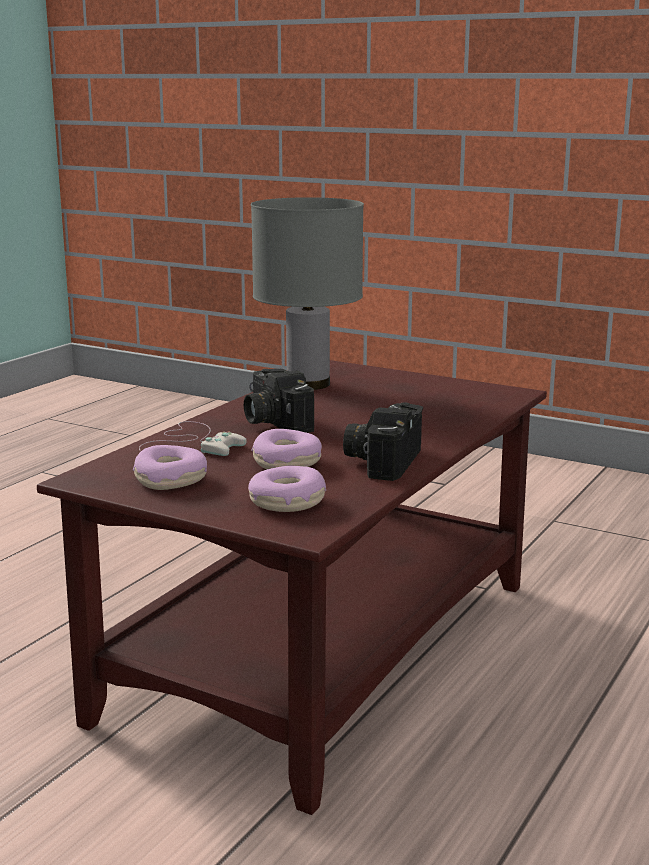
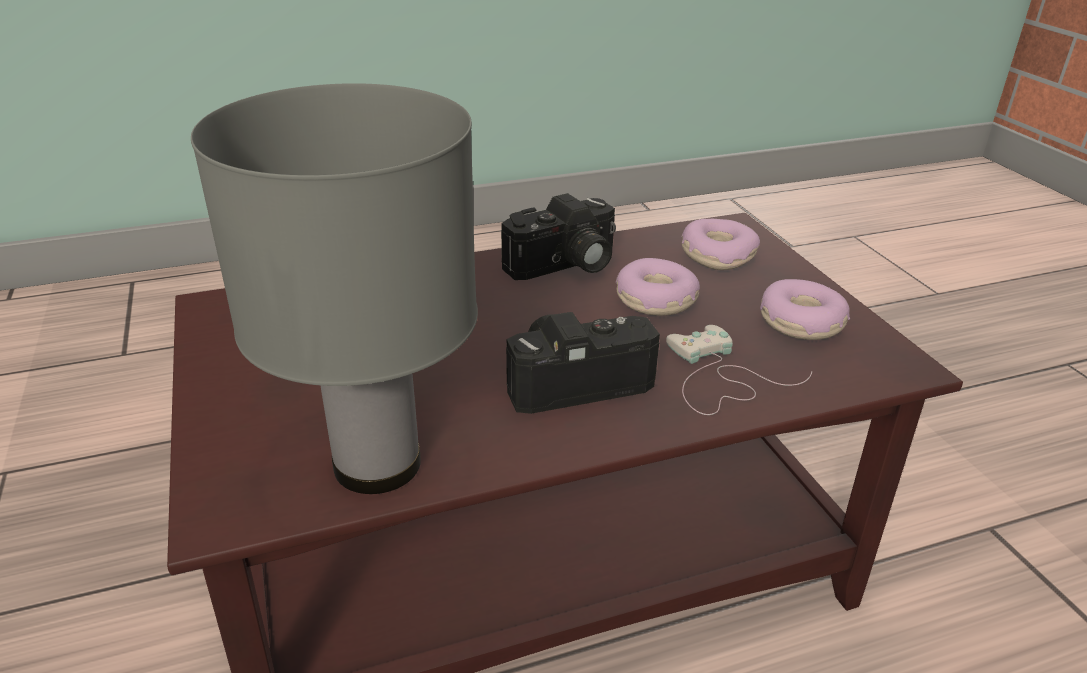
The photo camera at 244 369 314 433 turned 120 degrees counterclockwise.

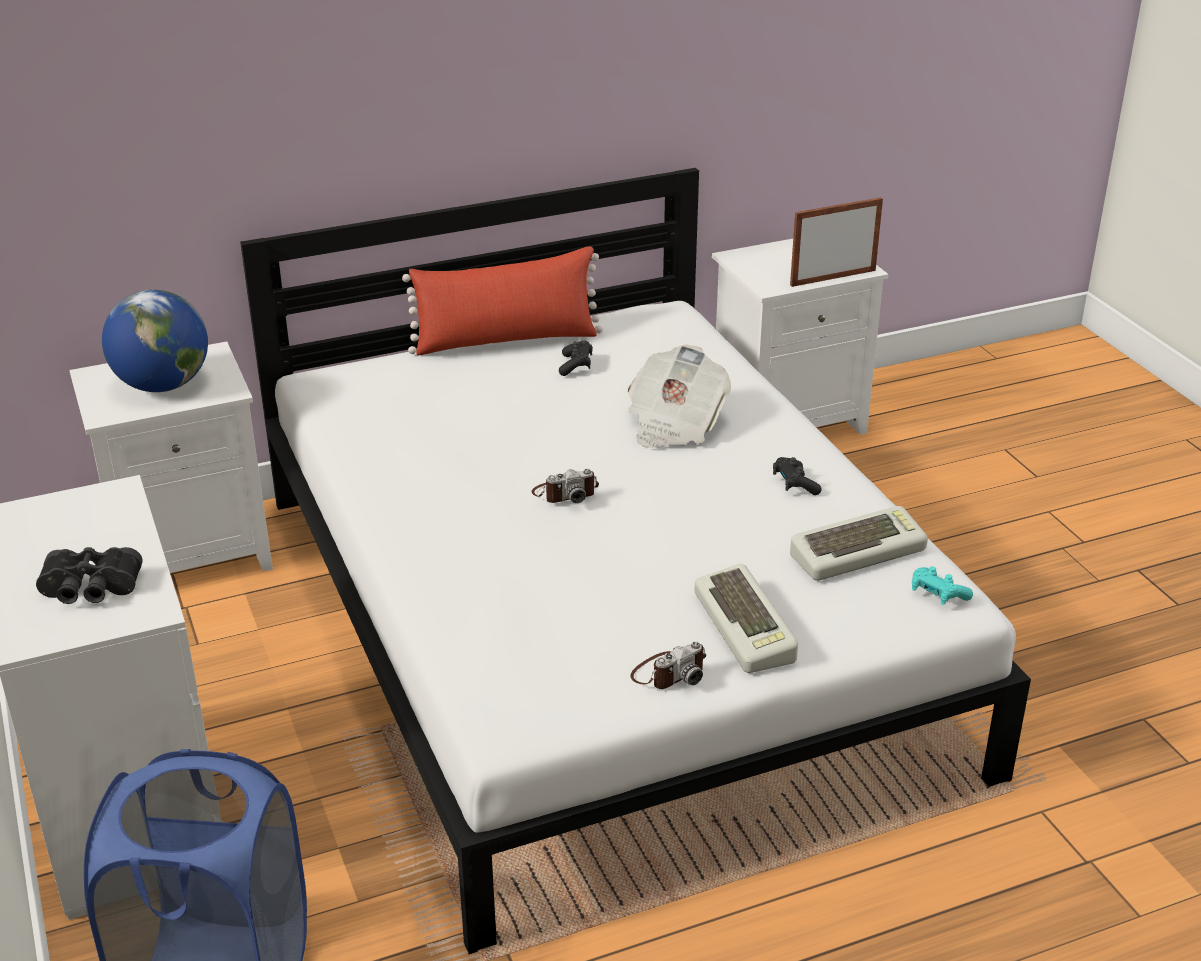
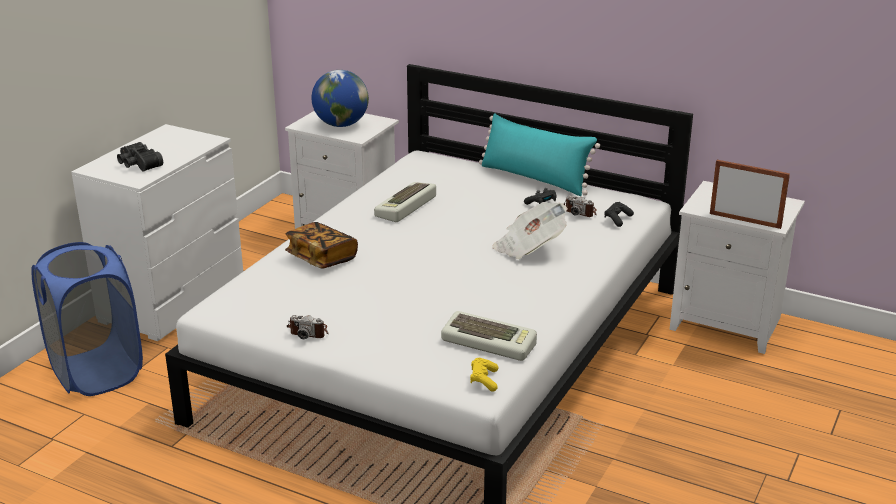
The pillow in red at 402 246 603 355 became the pillow in turquoise at 479 113 600 196. The game controller in black moved from 773 457 821 495 to 604 202 634 227. The photo camera moved from 532 469 599 503 to 564 195 597 217. The keyboard moved from 695 564 798 673 to 374 182 436 222. The game controller in turquoise at 912 566 973 605 became the game controller in yellow at 470 357 498 392. The book at 285 222 358 269 appeared.

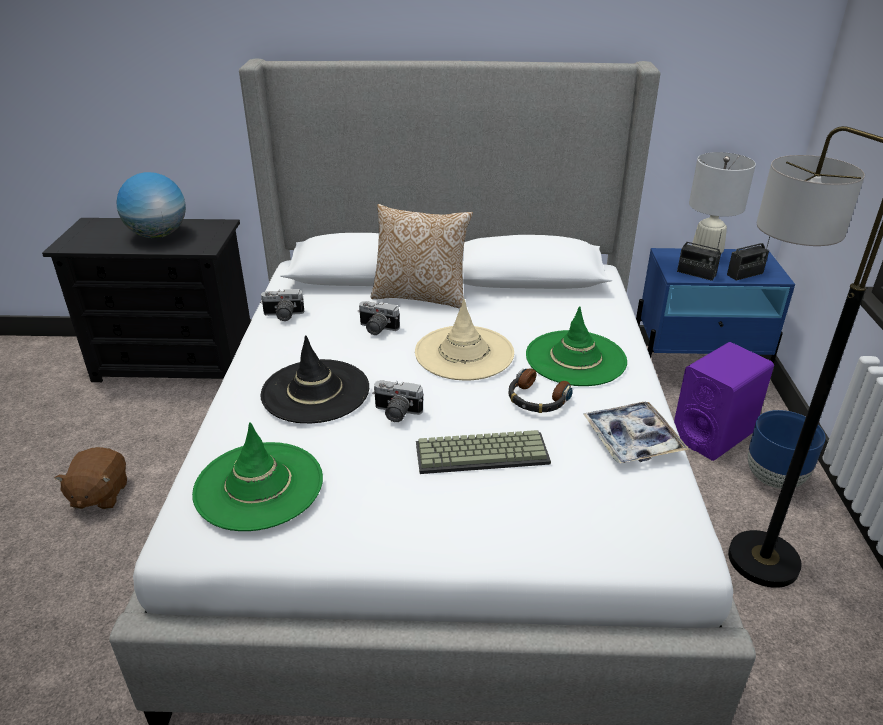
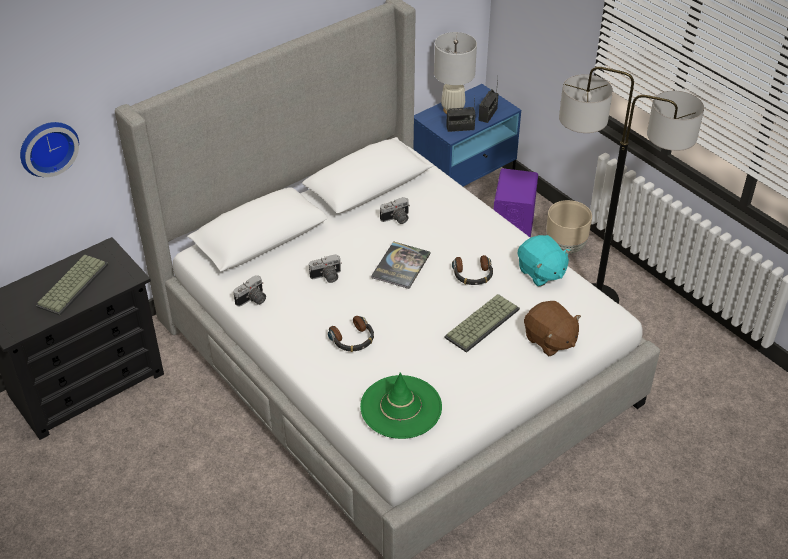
The globe at 117 172 186 238 was replaced by the keyboard at 36 255 109 316. The pillow at 370 204 473 309 disappeared. The hat in beige at 415 299 514 380 was replaced by the book at 371 241 430 289. The hat in green at 526 306 627 386 disappeared. The hat in black at 260 335 369 423 was replaced by the headphones at 328 316 374 352. The photo camera moved from 372 380 424 422 to 380 197 409 224. The tray at 583 401 689 464 was replaced by the plush toy in turquoise at 518 235 571 286. The planter in blue at 748 410 826 489 became the planter in beige at 546 200 592 254. The plush toy in brown moved from 54 447 127 509 to 524 301 581 356. The wall clock at 20 122 79 177 appeared.

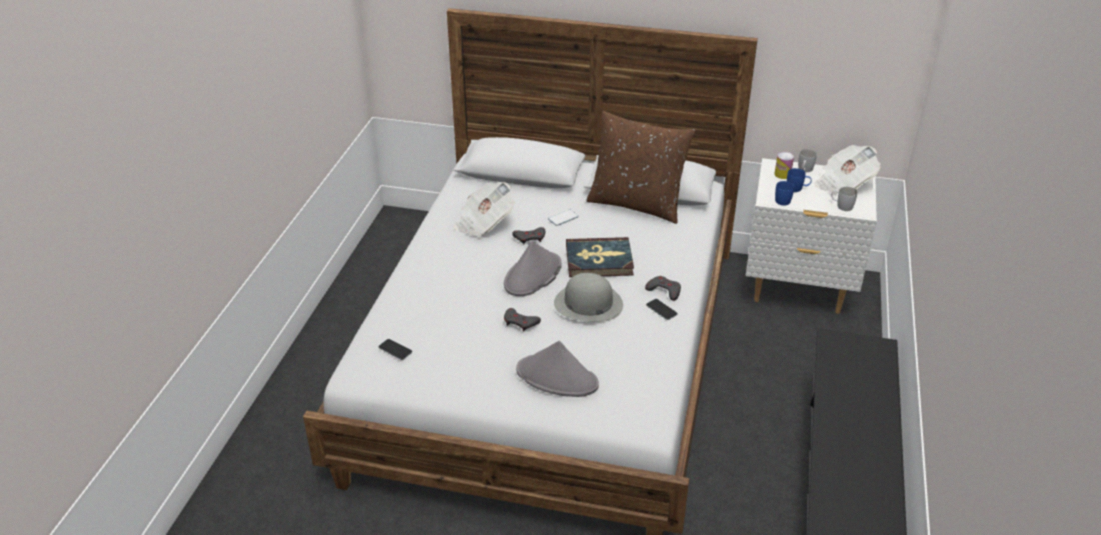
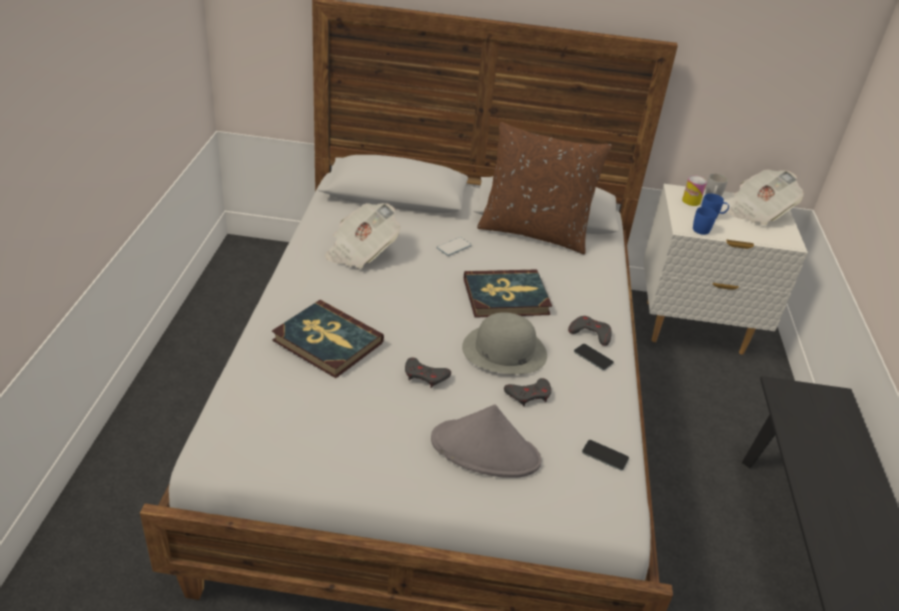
The mug in white at 831 187 858 211 disappeared. The game controller in grey moved from 512 227 545 244 to 504 378 551 406. The hat in grey at 504 241 562 296 disappeared. The phone moved from 379 339 412 360 to 582 440 629 470. The book at 272 300 384 378 appeared.

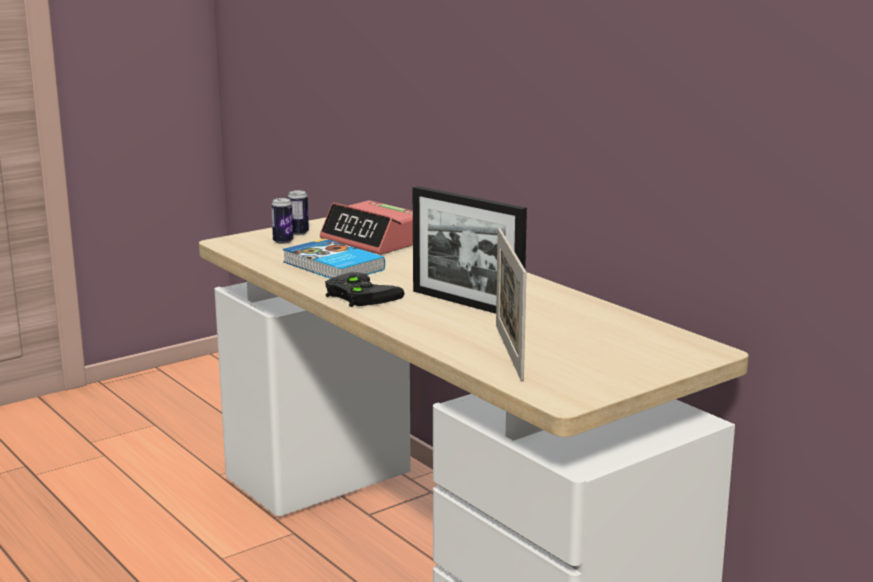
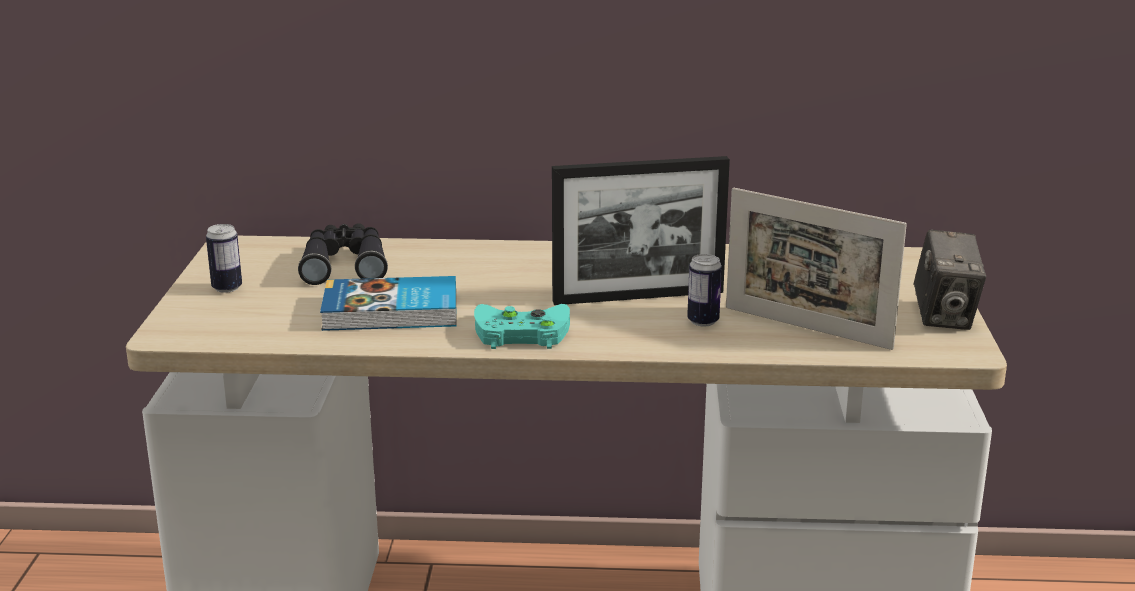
The can moved from 271 198 293 244 to 687 254 722 326. The alarm clock at 320 200 413 255 was replaced by the binoculars in black at 298 223 388 285. The game controller in black at 325 272 405 307 became the game controller in turquoise at 474 304 570 349. The photo camera at 914 230 986 330 appeared.

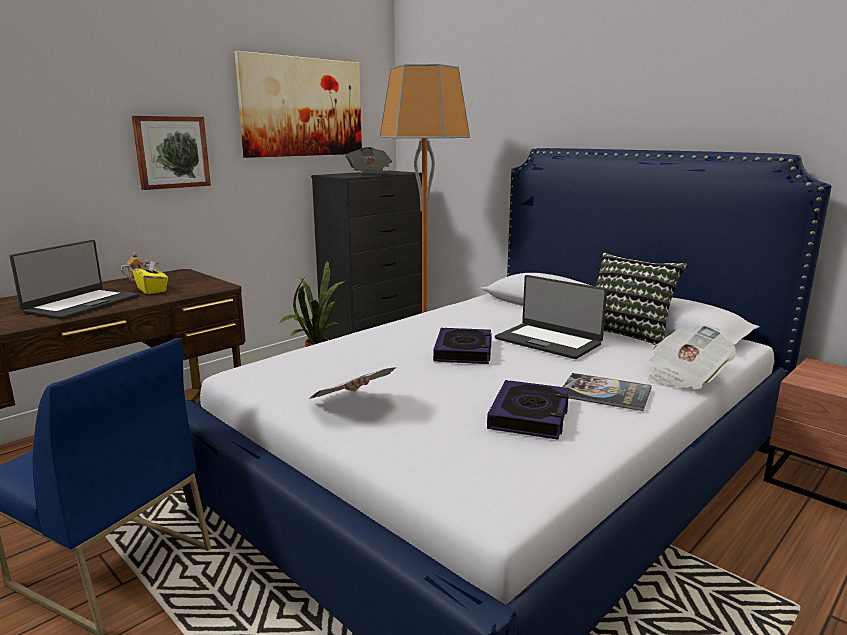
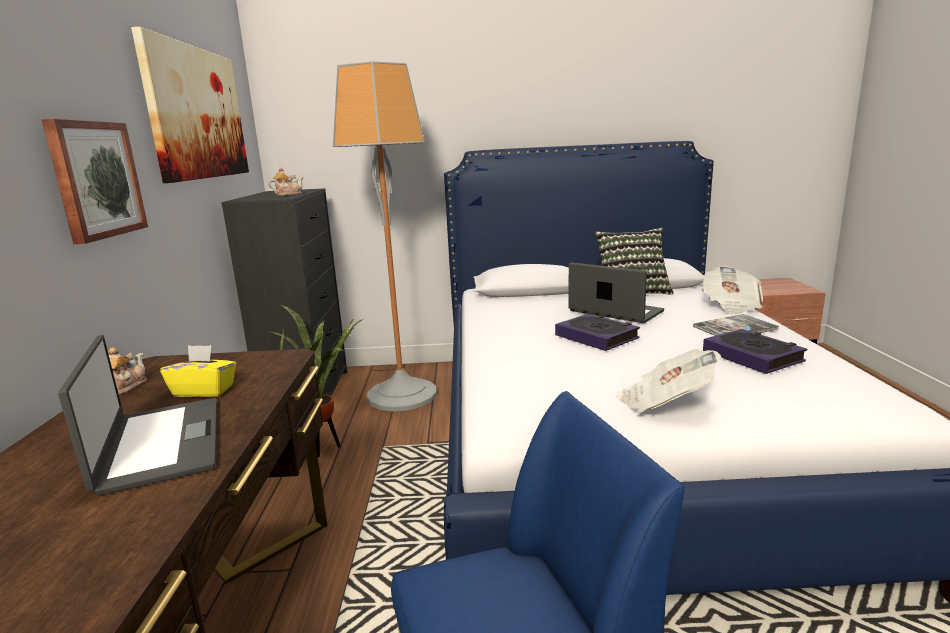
The newspaper at 345 147 392 173 was replaced by the teapot at 268 167 303 196. The laptop at 495 275 607 359 turned 135 degrees counterclockwise.

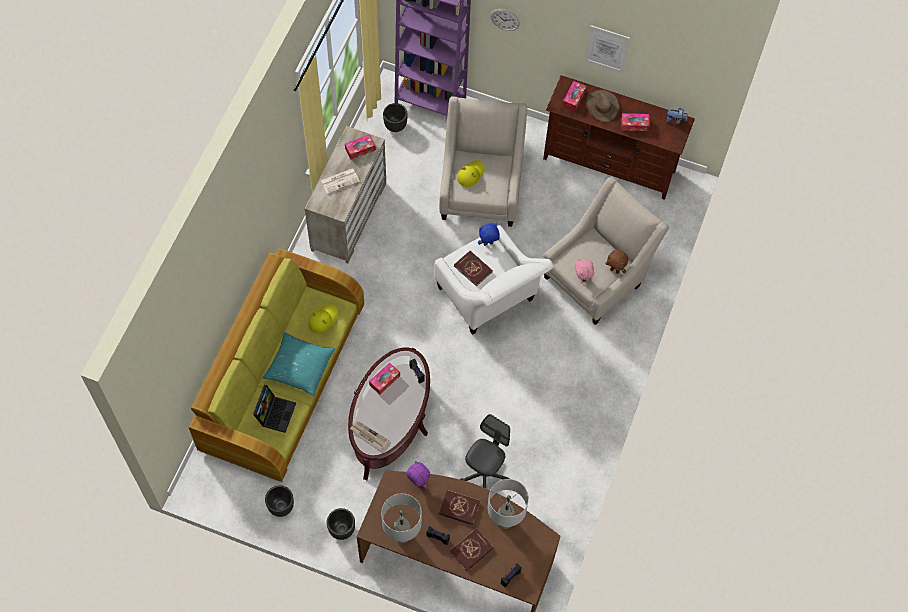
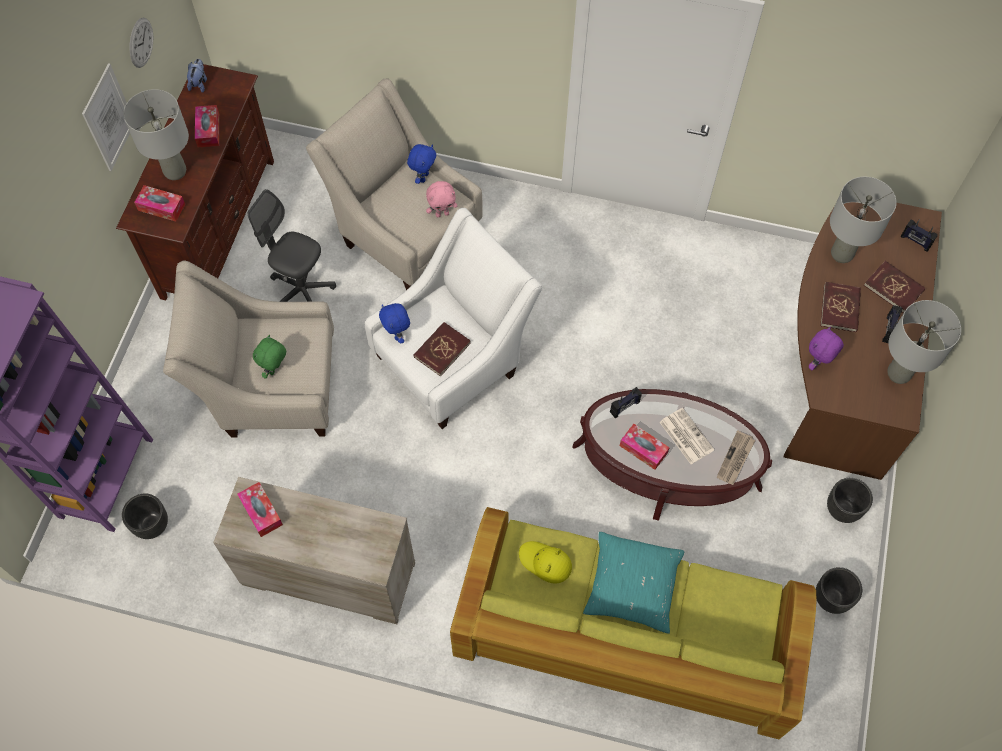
The wall clock moved from 490 9 520 31 to 130 17 153 68. The hat in brown at 586 90 619 122 was replaced by the table lamp in grey at 123 89 189 180. The hat in yellow at 457 160 485 187 was replaced by the plush toy in green at 253 335 286 379. The newspaper moved from 321 168 360 194 to 660 408 714 464. The plush toy in brown at 605 250 628 274 became the plush toy in blue at 407 144 436 184. The laptop at 253 385 296 433 disappeared. The office chair in grey moved from 460 414 510 488 to 248 189 336 302.

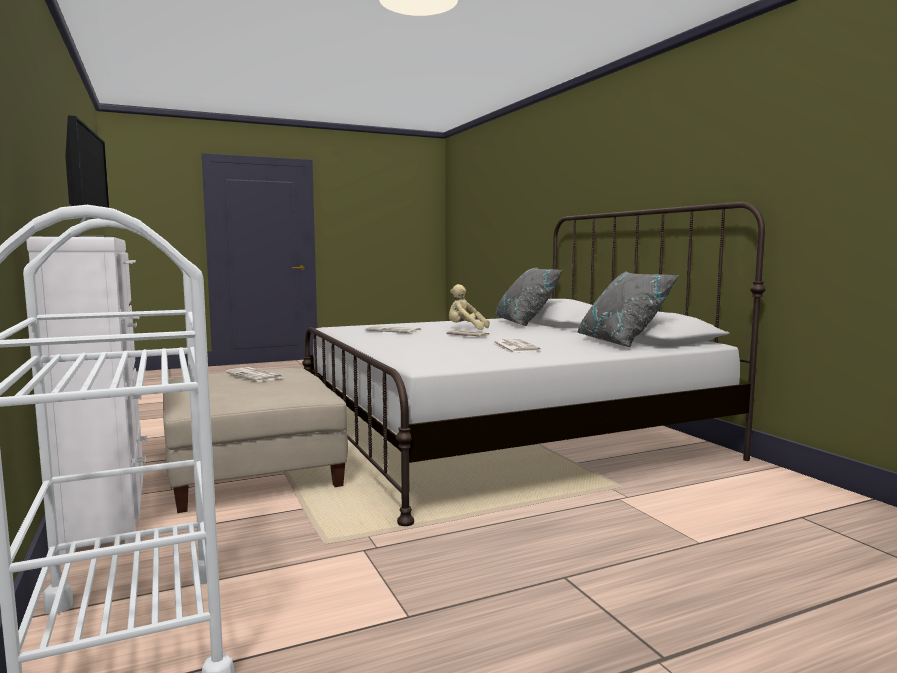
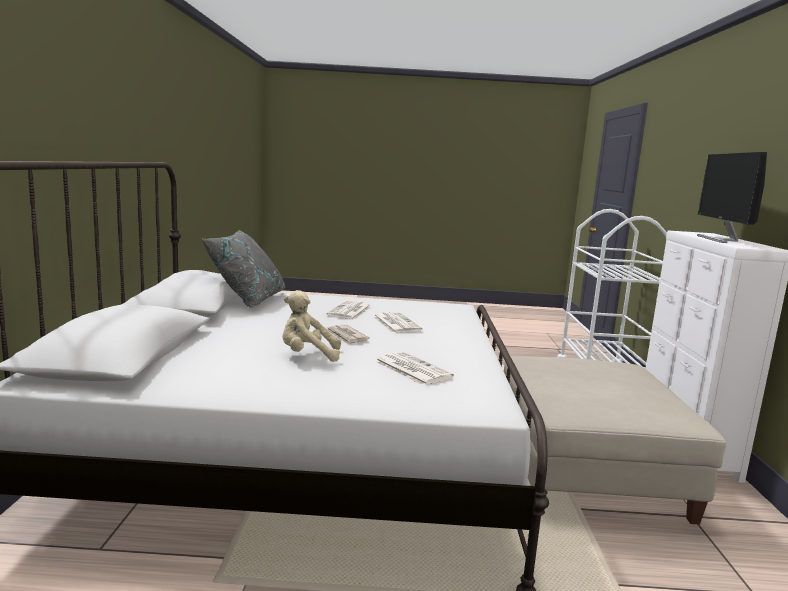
The pillow in grey at 495 267 563 326 disappeared. The plush toy in beige at 449 284 490 330 turned 135 degrees clockwise. The newspaper moved from 226 367 284 382 to 373 312 423 333.

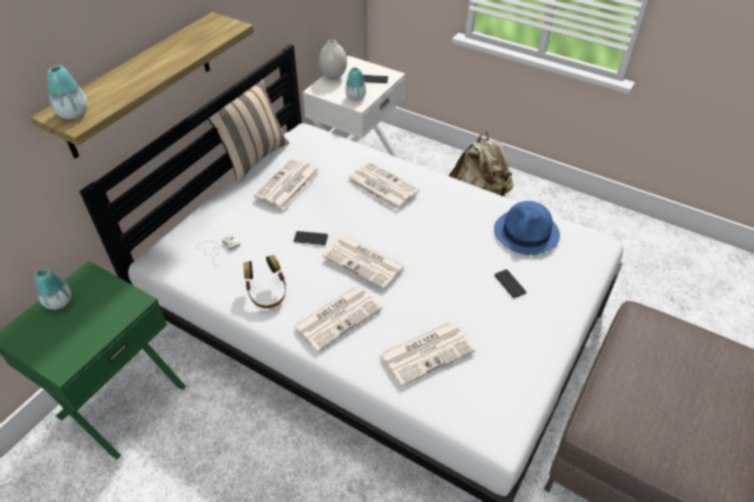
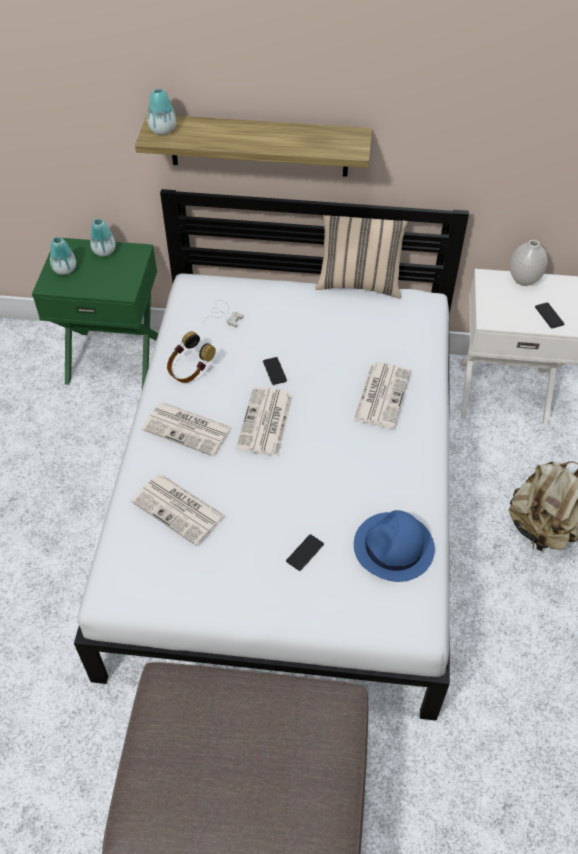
The vase moved from 345 68 366 101 to 50 237 76 275. The newspaper at 254 158 320 209 disappeared.

